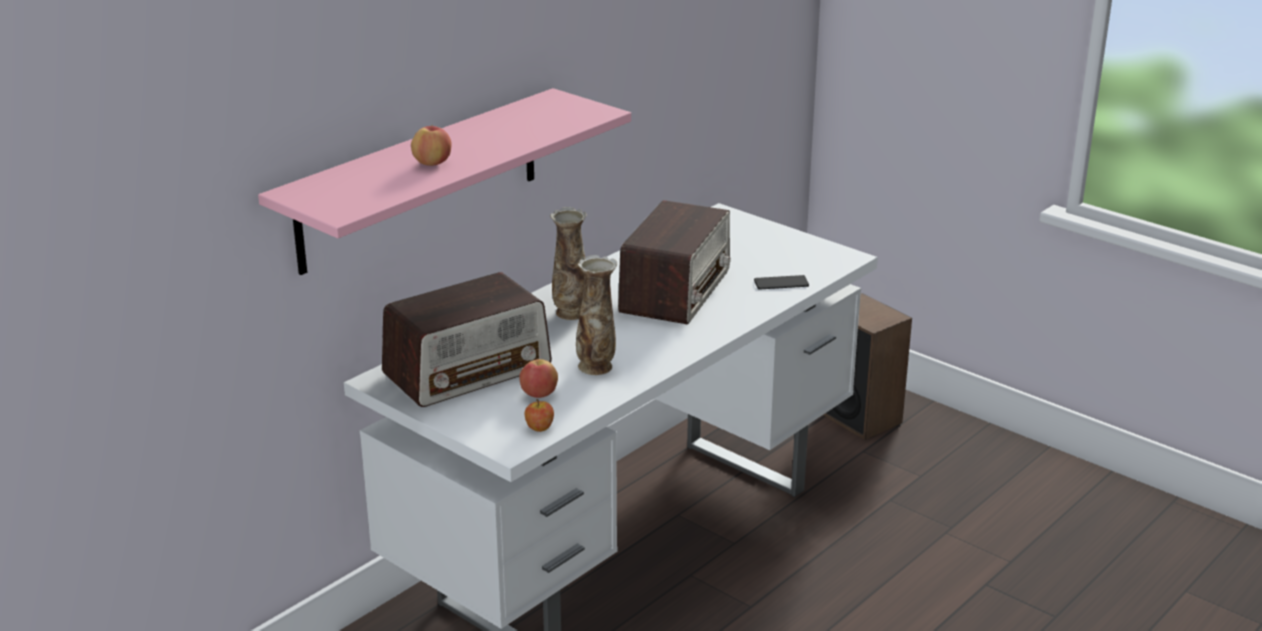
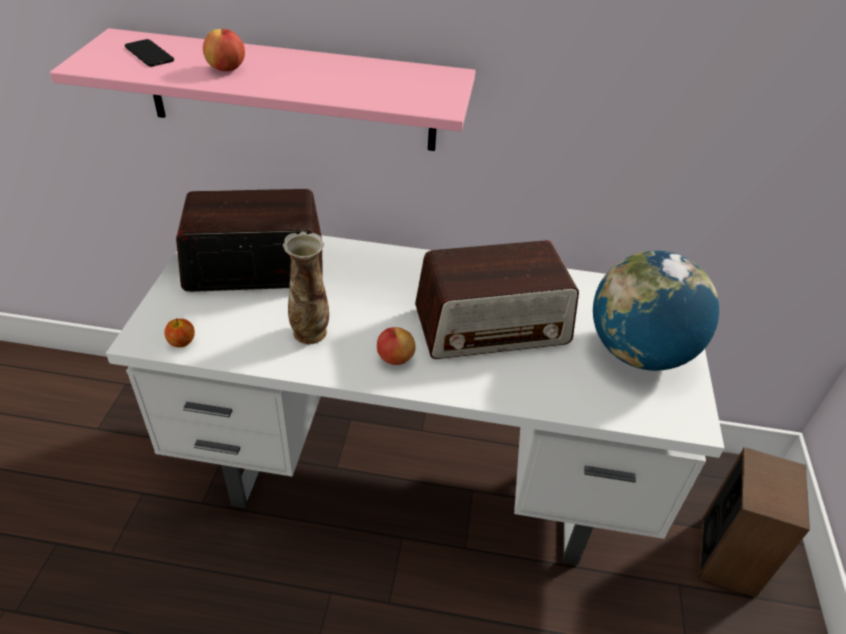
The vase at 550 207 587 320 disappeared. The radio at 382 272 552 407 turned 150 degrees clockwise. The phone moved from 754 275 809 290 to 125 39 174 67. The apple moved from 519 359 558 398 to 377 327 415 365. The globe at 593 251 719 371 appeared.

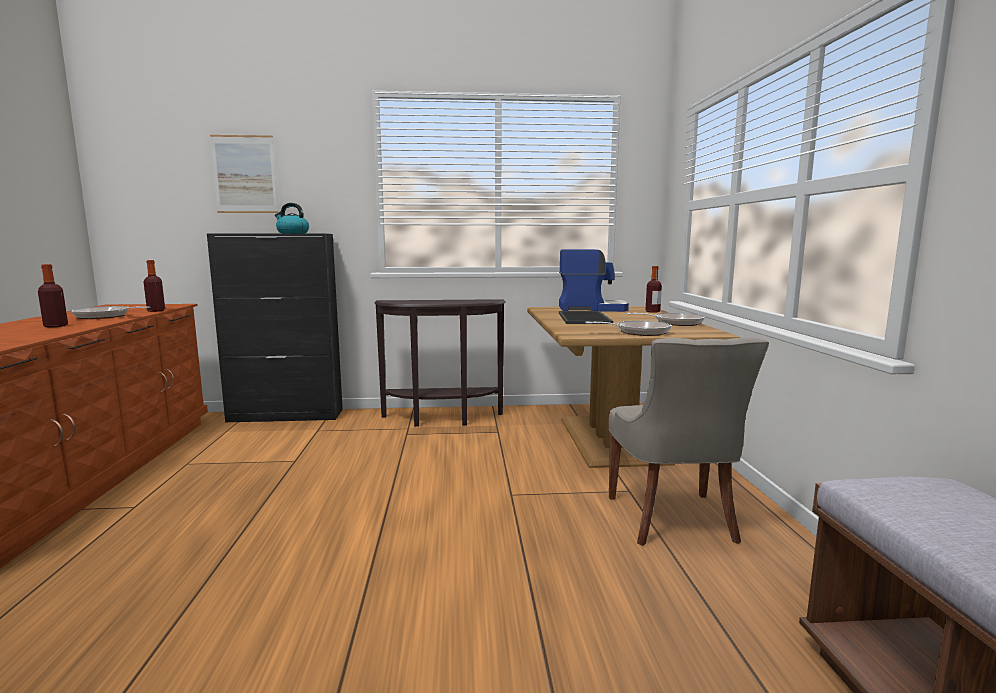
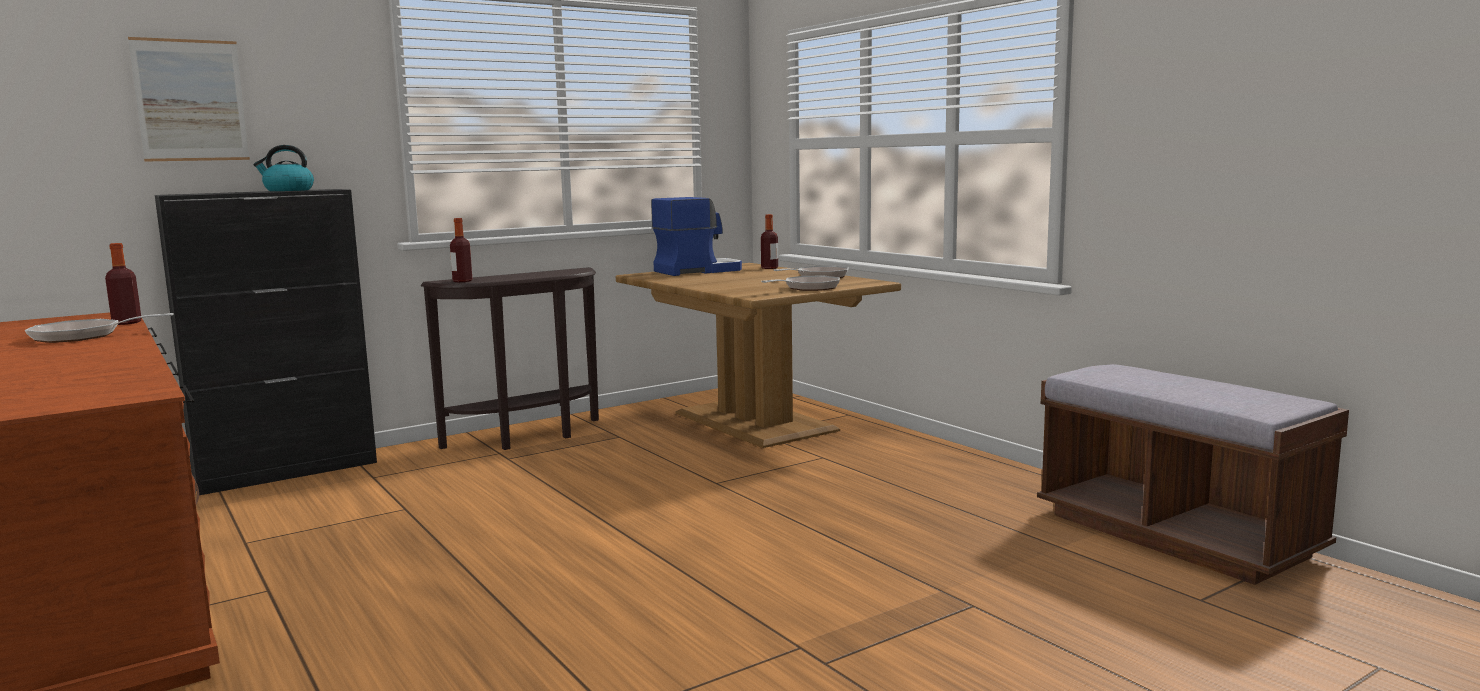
The bottle moved from 38 264 68 327 to 450 218 472 282. The tray at 559 311 613 324 disappeared. The chair in grey at 609 337 769 546 disappeared.

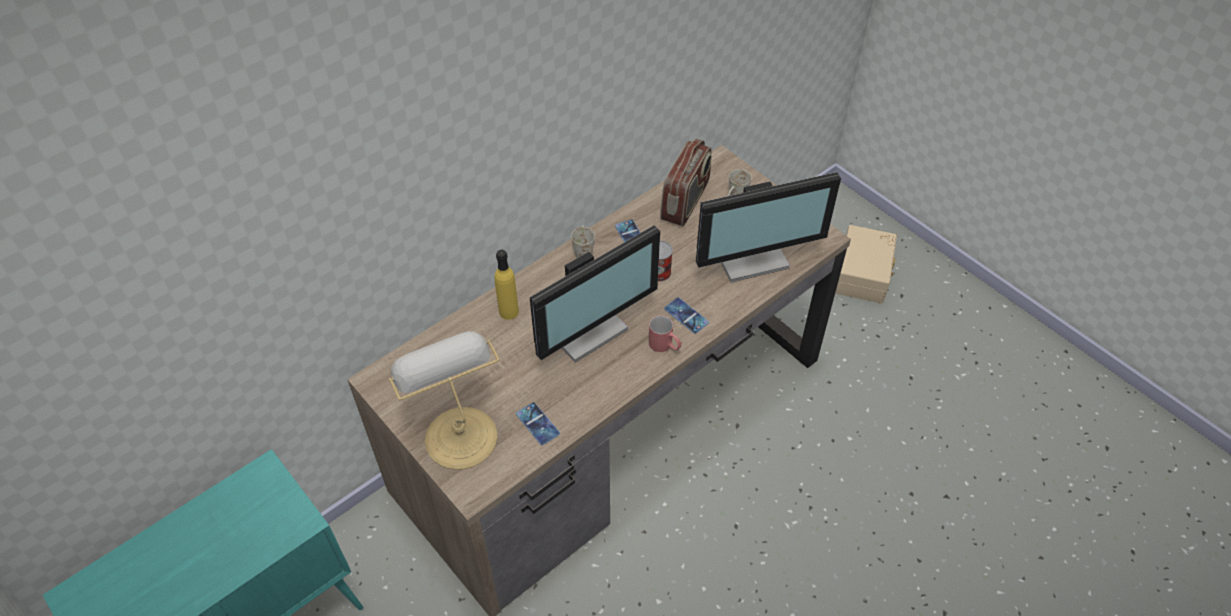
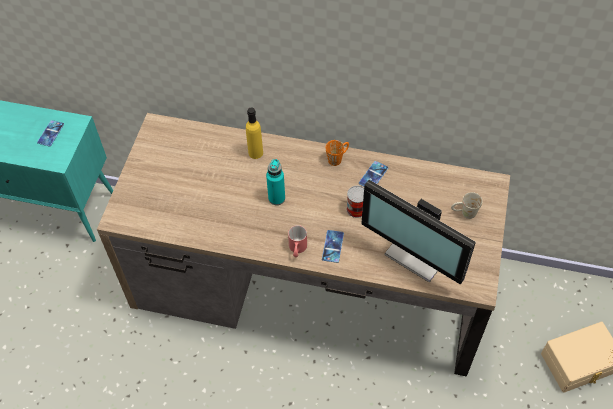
The radio at 660 139 712 226 disappeared. The monitor at 530 225 660 363 was replaced by the bottle in turquoise at 266 159 285 205. The mug in white at 571 225 595 258 became the mug in orange at 326 140 349 166. The table lamp at 389 331 499 470 disappeared. The phone moved from 516 402 560 445 to 37 120 64 147.

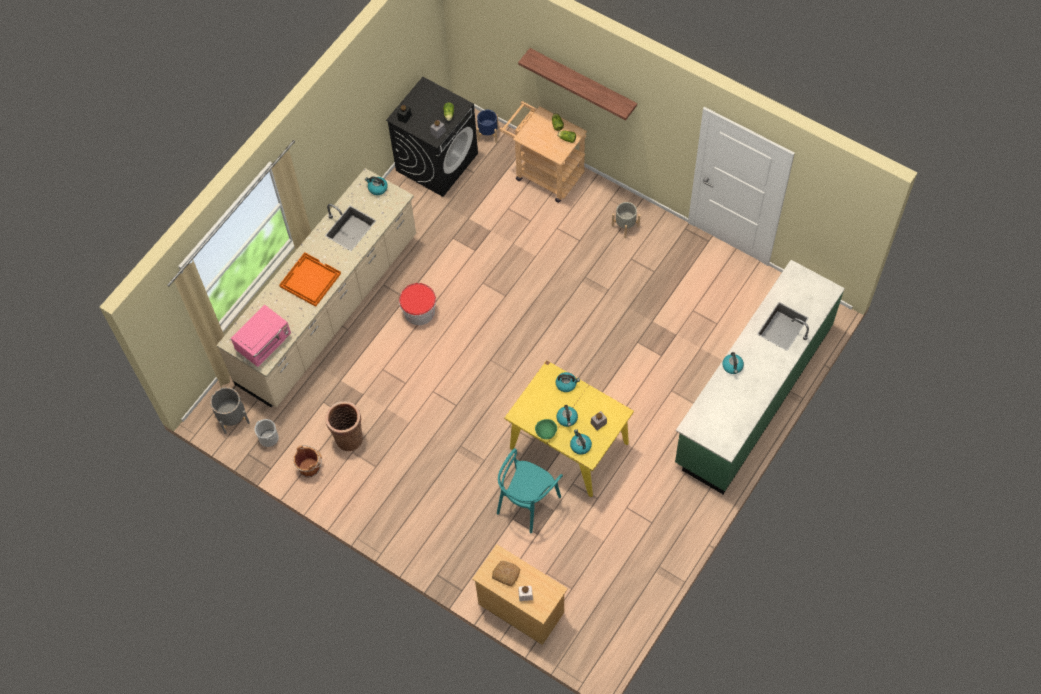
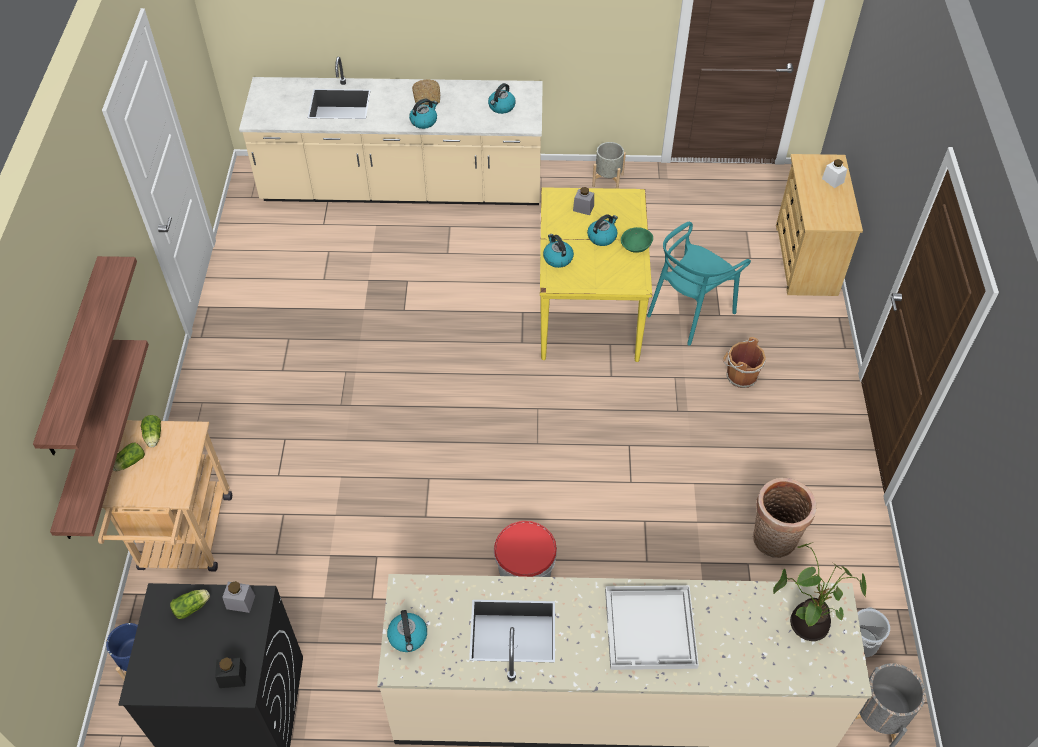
The planter in grey moved from 612 202 640 238 to 592 142 626 189. The tray in orange at 279 252 341 307 became the tray in white at 605 585 699 670. The counter in green at 675 260 845 494 became the counter in beige at 239 57 543 205. The microwave in pink at 231 305 291 367 was replaced by the potted plant at 773 542 866 641. The kettle moved from 570 429 592 455 to 488 83 516 114. The bucket in brown moved from 293 445 322 477 to 723 337 766 388. The chair in turquoise at 497 448 563 533 turned 135 degrees clockwise. The bread moved from 492 561 521 586 to 412 79 440 105. The shelf at 50 340 149 539 appeared.

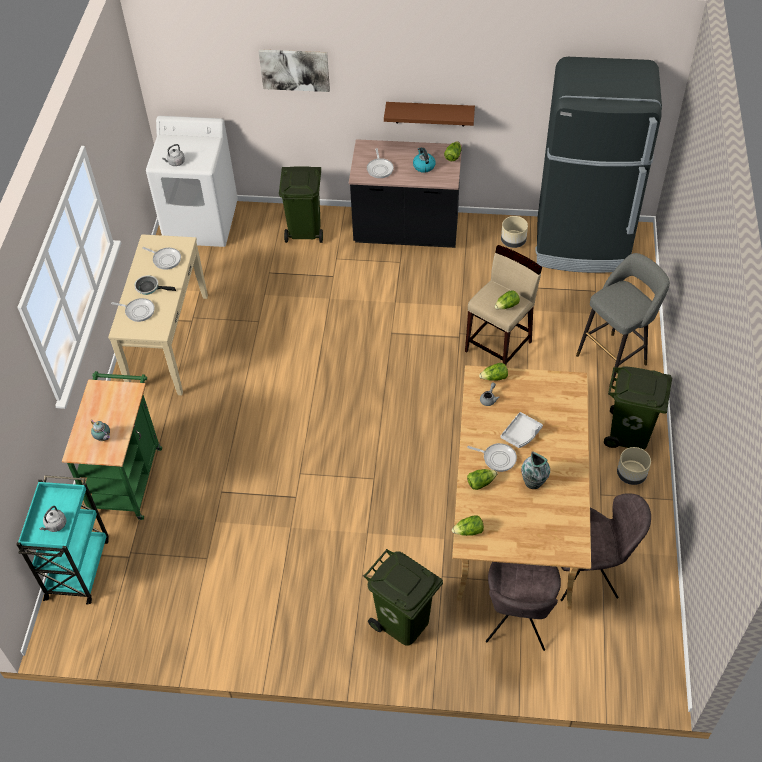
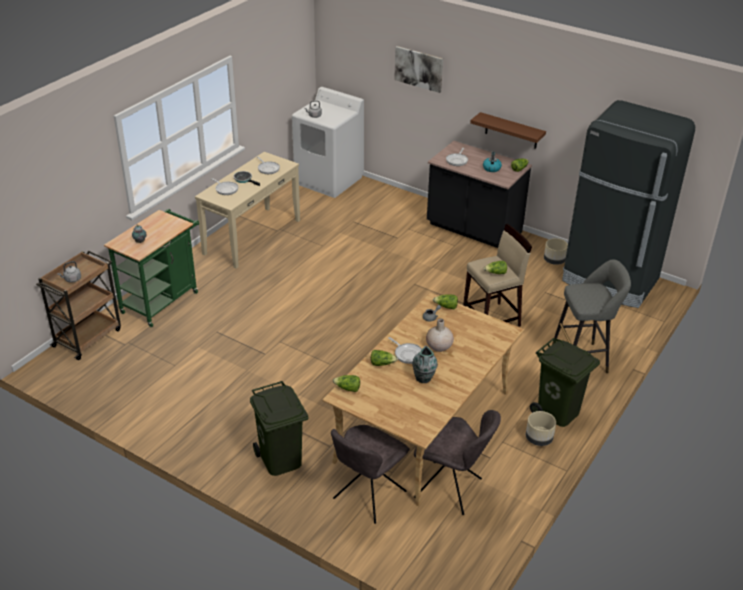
The trash can in green at 279 166 323 243 disappeared. The tray in grey at 501 412 543 448 was replaced by the vase in beige at 426 318 454 352. The cart in turquoise at 16 475 109 605 became the cart in brown at 36 251 121 360.

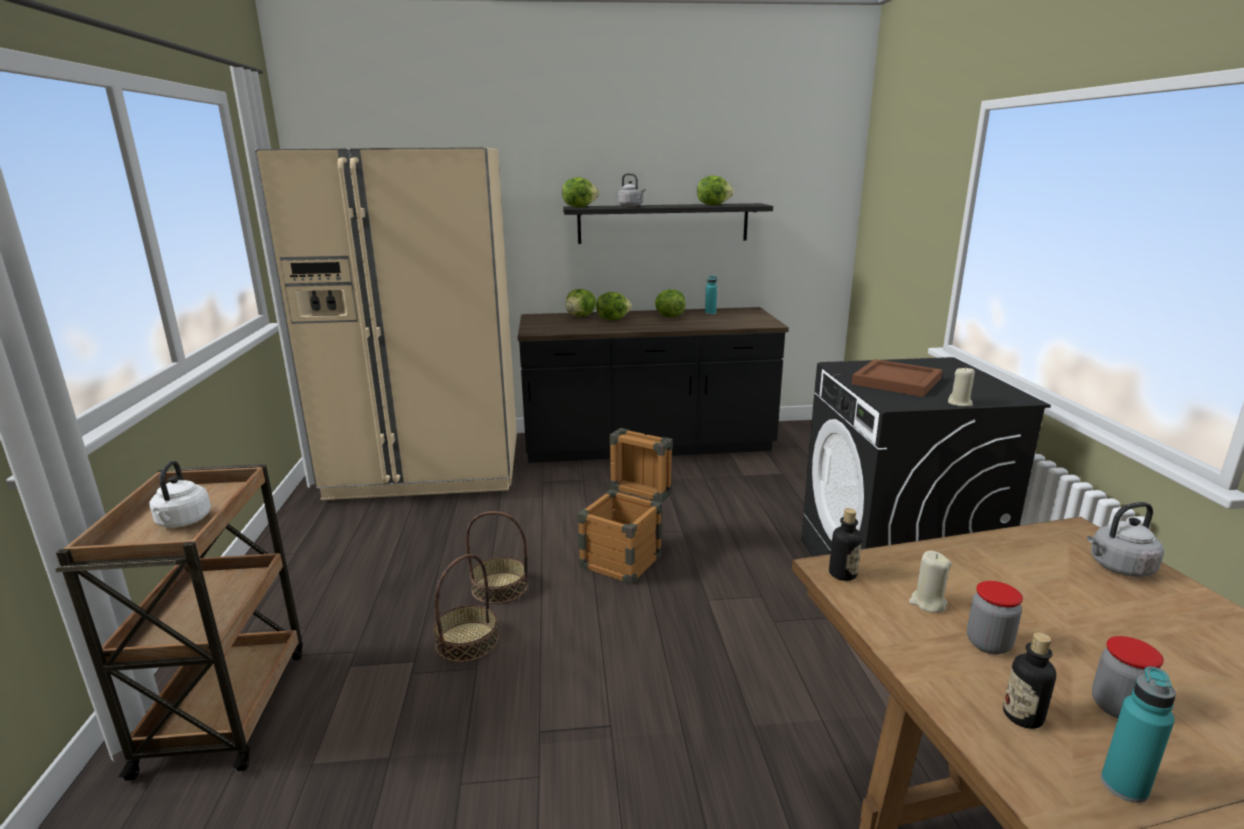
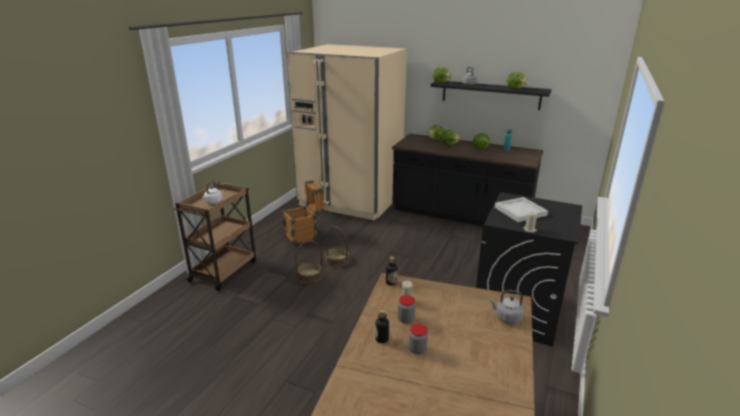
The tray in brown at 852 359 942 397 became the tray in white at 495 197 548 222. The crate moved from 577 428 673 585 to 282 180 325 245. The bottle in turquoise at 1101 666 1176 803 disappeared.

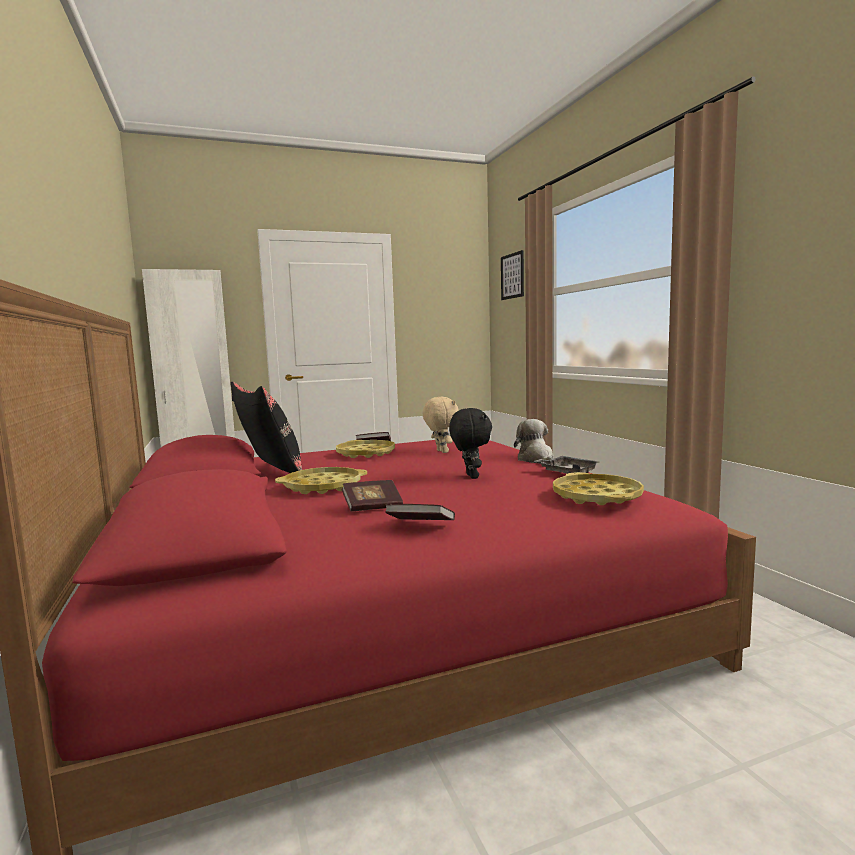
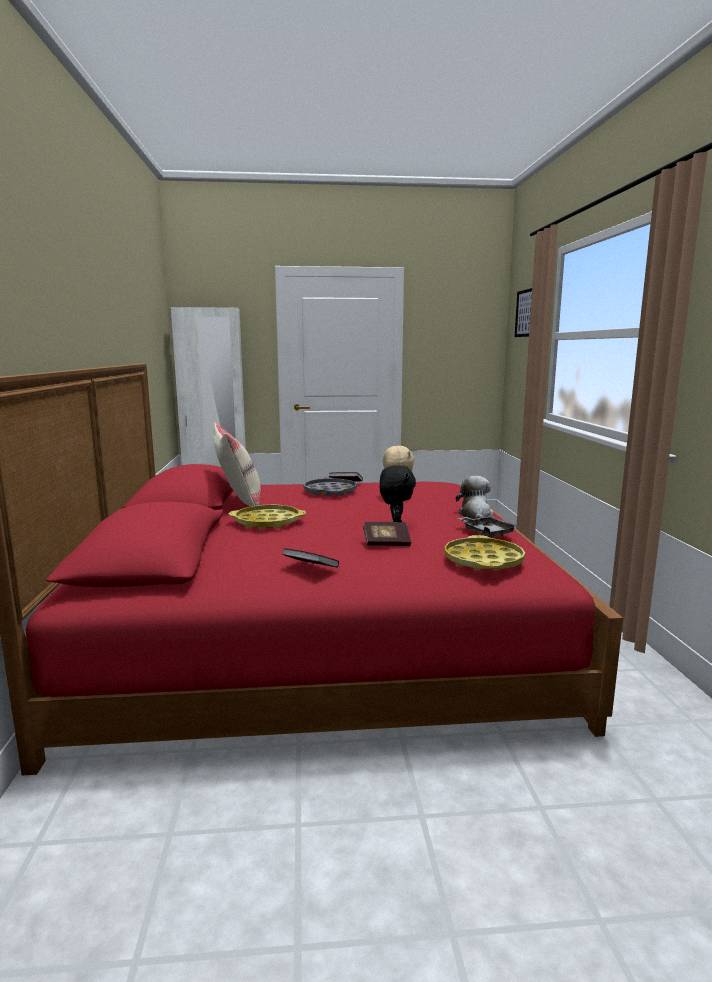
The pillow in black at 230 382 302 473 became the pillow in beige at 213 423 261 507. The tray in yellow at 336 440 395 458 became the tray in grey at 303 477 357 497. The book moved from 342 480 403 511 to 363 522 411 546.

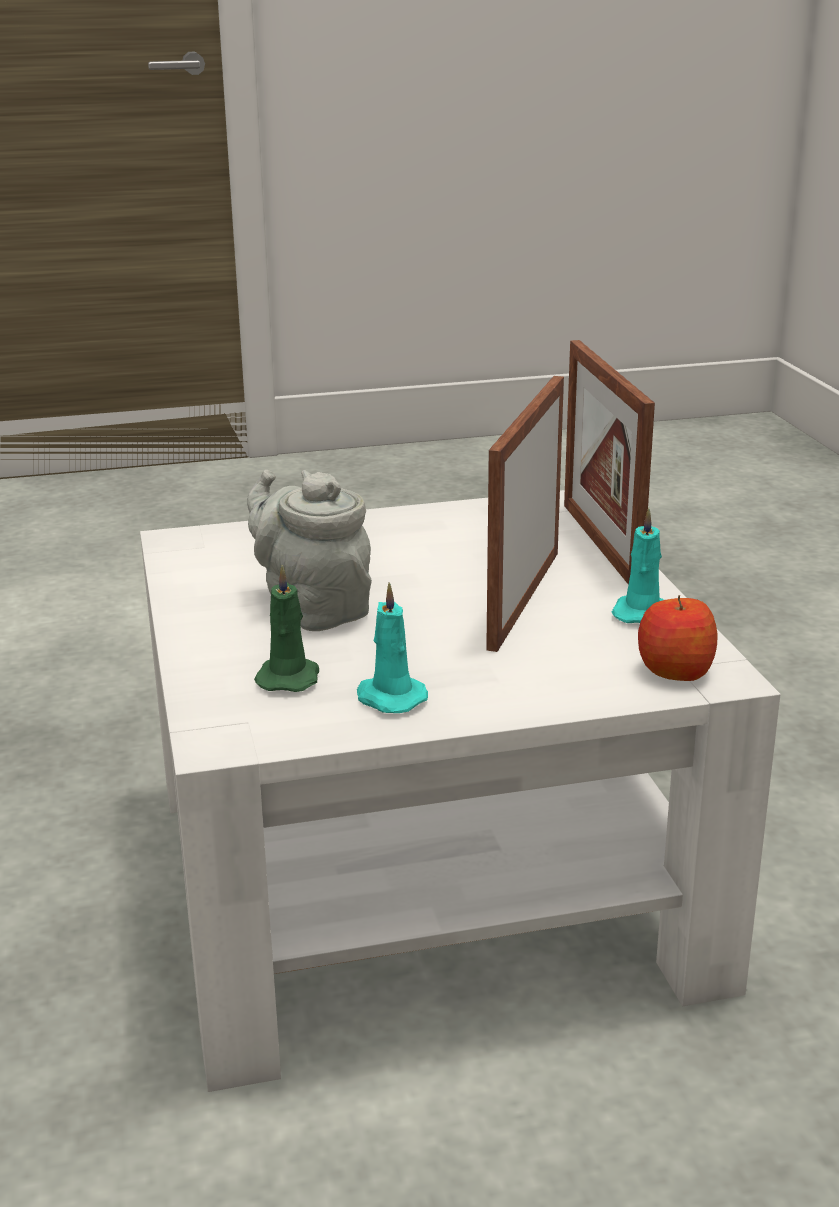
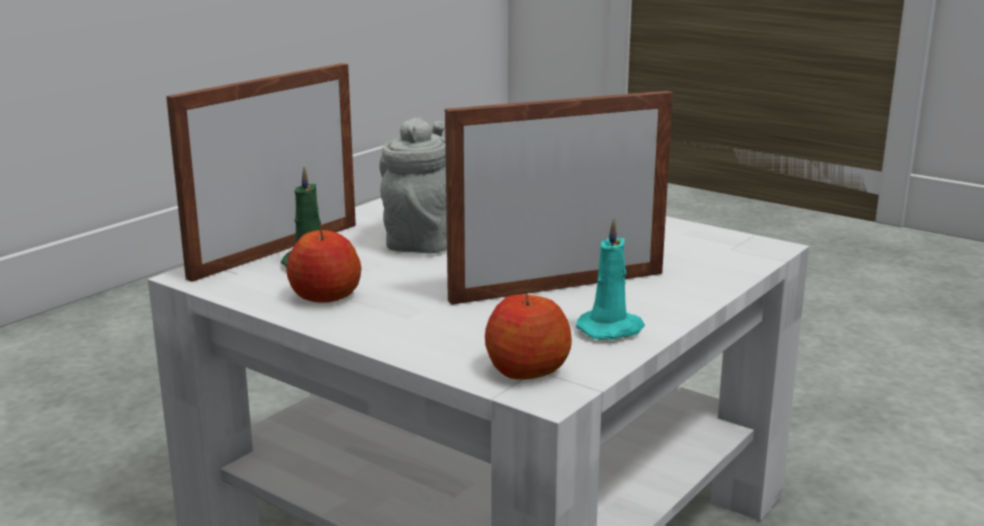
The picture frame moved from 564 340 655 585 to 166 63 356 282. The candle in turquoise at 357 582 428 713 was replaced by the apple at 287 227 361 303.

